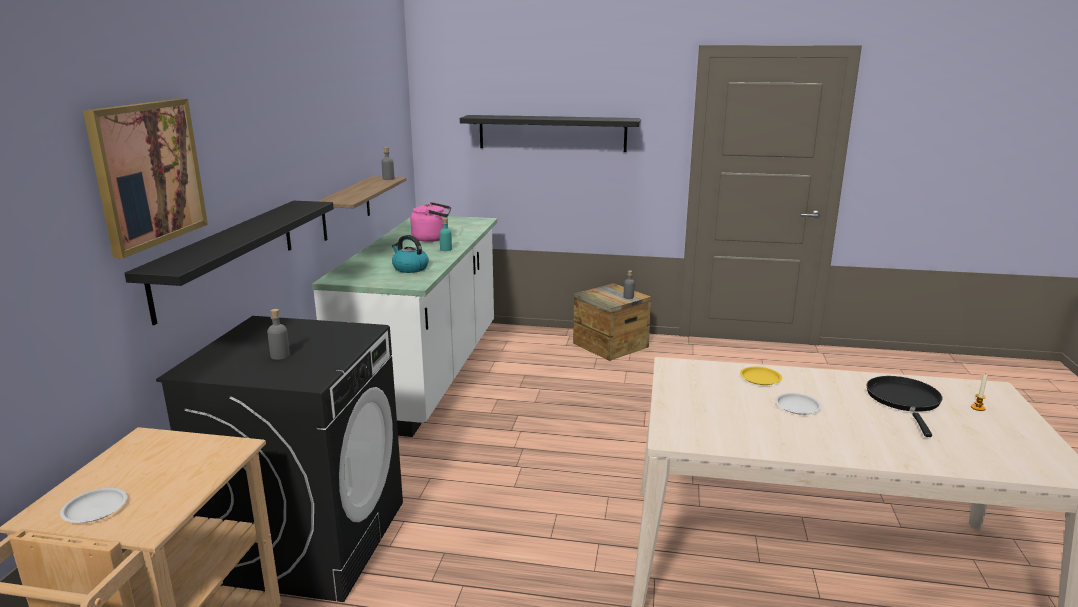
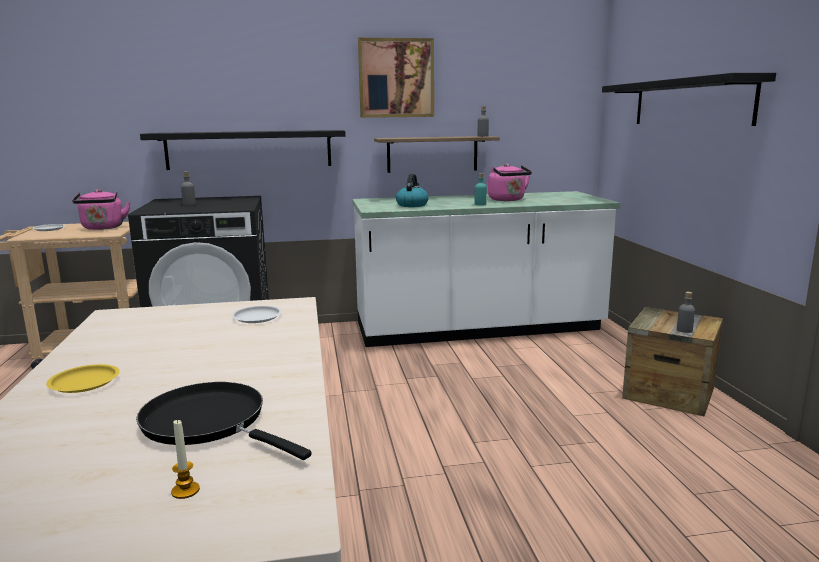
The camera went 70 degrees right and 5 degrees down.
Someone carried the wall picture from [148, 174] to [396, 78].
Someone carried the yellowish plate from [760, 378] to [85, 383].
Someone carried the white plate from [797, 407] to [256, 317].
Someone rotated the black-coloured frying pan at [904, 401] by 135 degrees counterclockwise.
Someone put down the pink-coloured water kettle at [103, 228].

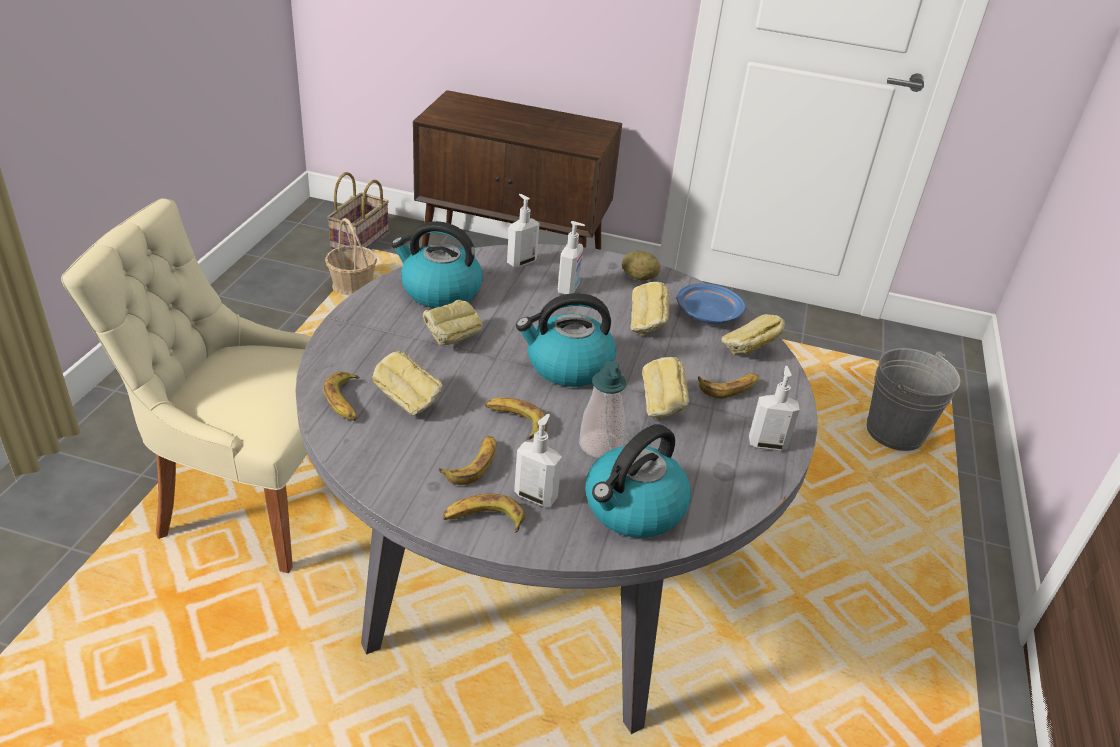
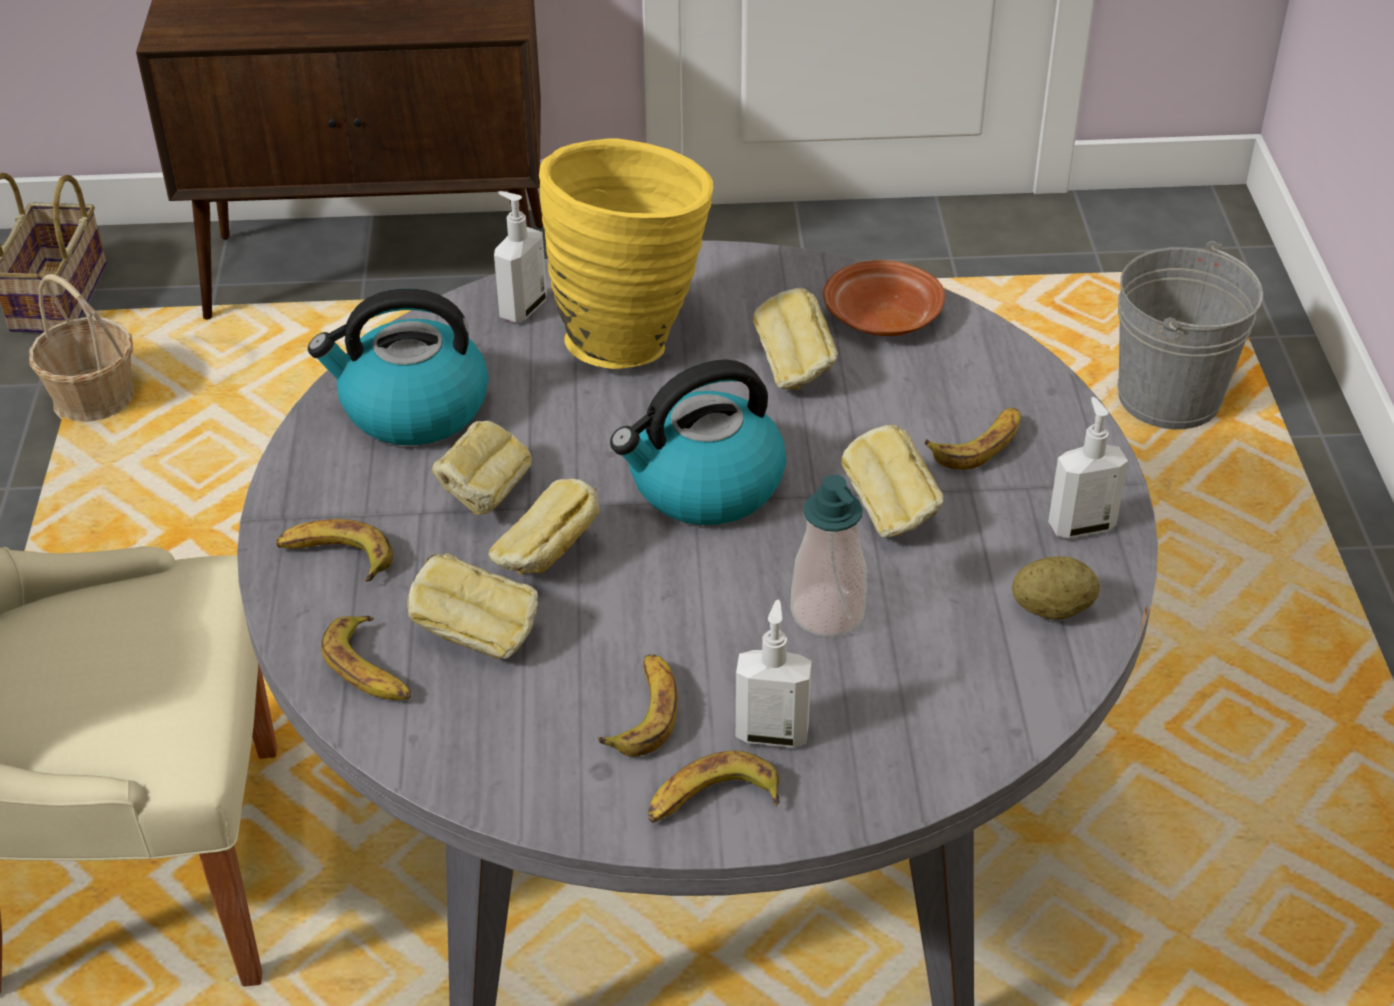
The camera went 15 degrees left and 5 degrees up.
Someone carried the banana from [515, 421] to [336, 557].
Someone swapped the soap bottle at [569, 288] for the yellowish flower vase at [631, 337].
Someone took away the water kettle at [633, 509].
Someone carried the whole potato from [639, 277] to [1052, 609].
Someone repainted the blue-coloured plate at [707, 313], which became the brownish plate at [881, 316].
Someone carried the bakery bread from [749, 352] to [548, 560].

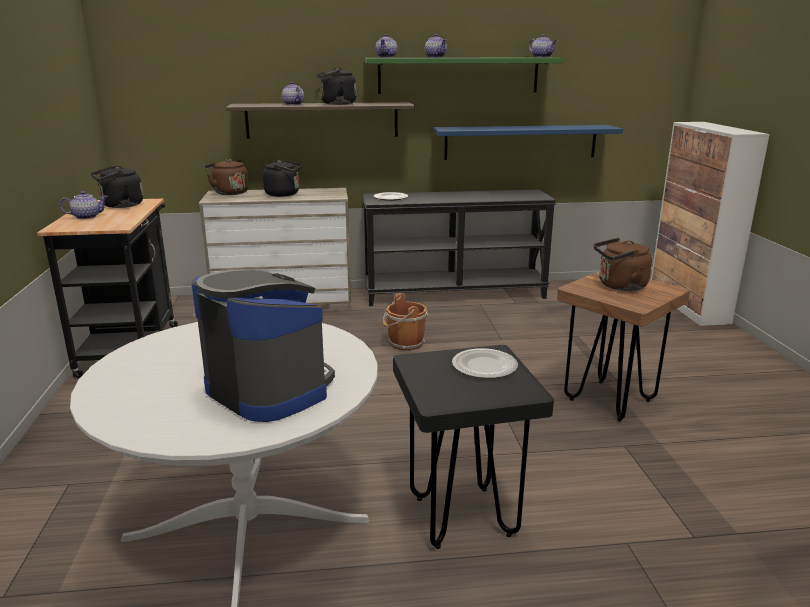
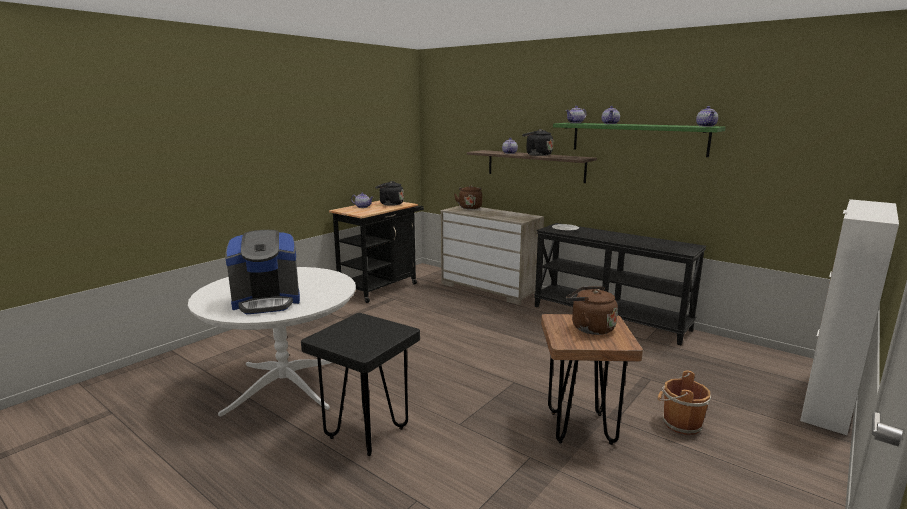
The camera went 45 degrees right and 5 degrees down.
Someone rotated the coffee machine at [269, 389] by 75 degrees clockwise.
Someone took away the black-coloured water kettle at [284, 194].
Someone carried the brownish water bucket from [404, 343] to [680, 423].
Someone took away the blue-coloured shelf at [520, 142].
Someone took away the plate at [483, 366].

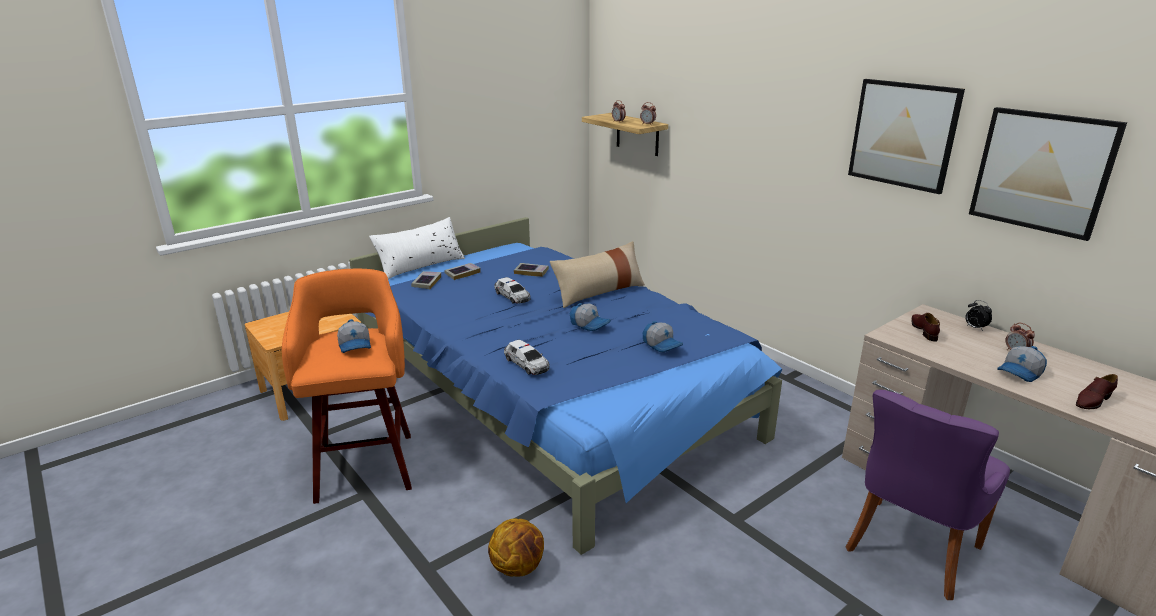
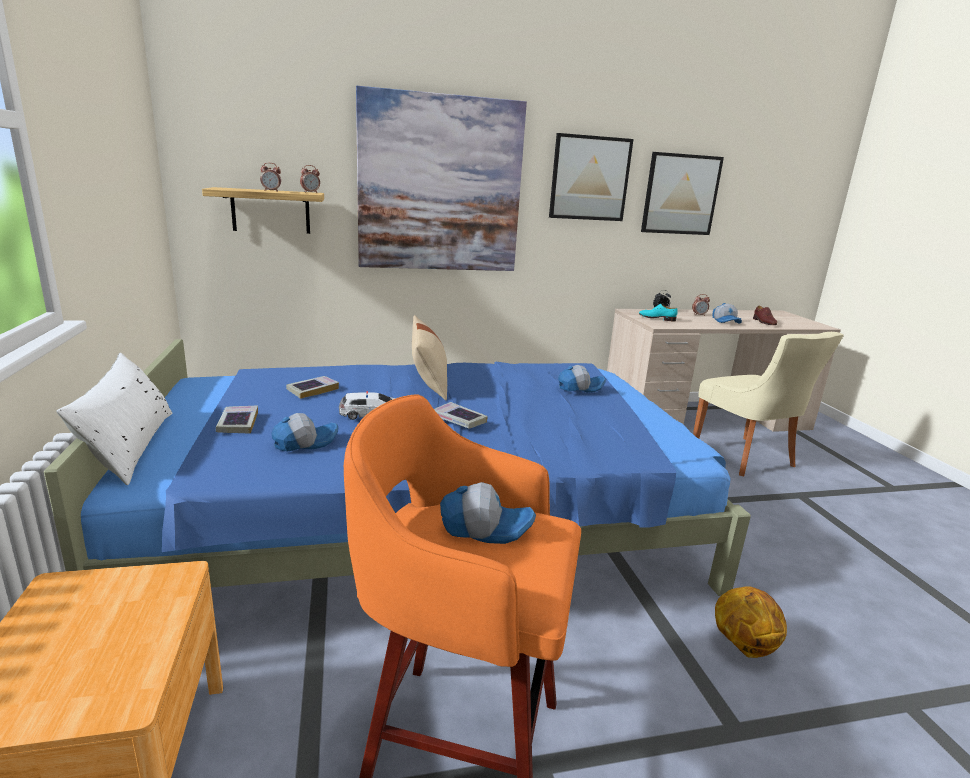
The camera went 65 degrees left and 5 degrees down.
Someone carried the volume from [426, 282] to [459, 420].
Someone took away the toy car at [527, 364].
Someone carried the cap from [589, 324] to [305, 442].
Someone repainted the purple-coloured upright chair at [909, 550], which became the beige-coloured upright chair at [745, 458].
Someone repainted the brownish item of footwear at [924, 330], which became the turquoise item of footwear at [657, 318].
Someone put up the wall picture at [440, 185].

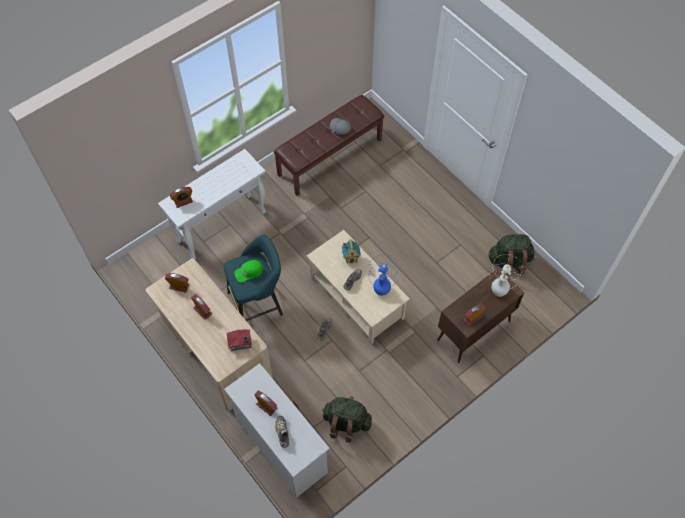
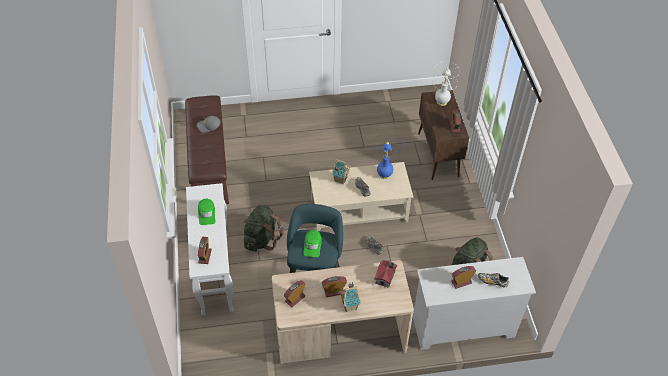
The camera went 60 degrees left and 10 degrees down.
Someone carried the green-coloured knapsack from [509, 261] to [261, 239].
Someone put down the green-coloured cap at [207, 213].
Someone put down the toy house at [350, 306].

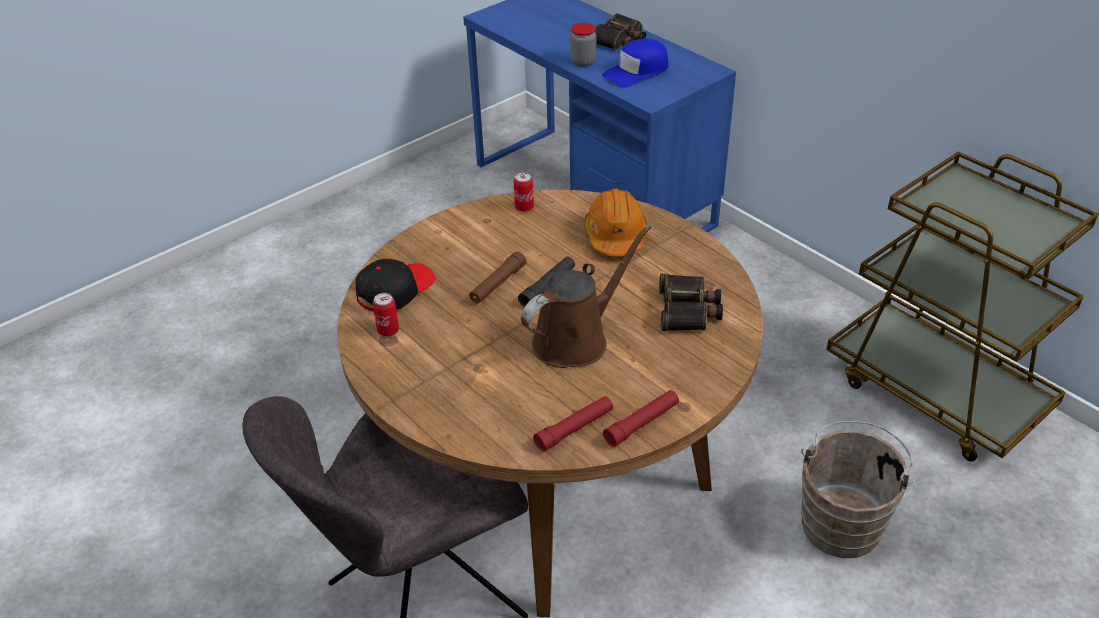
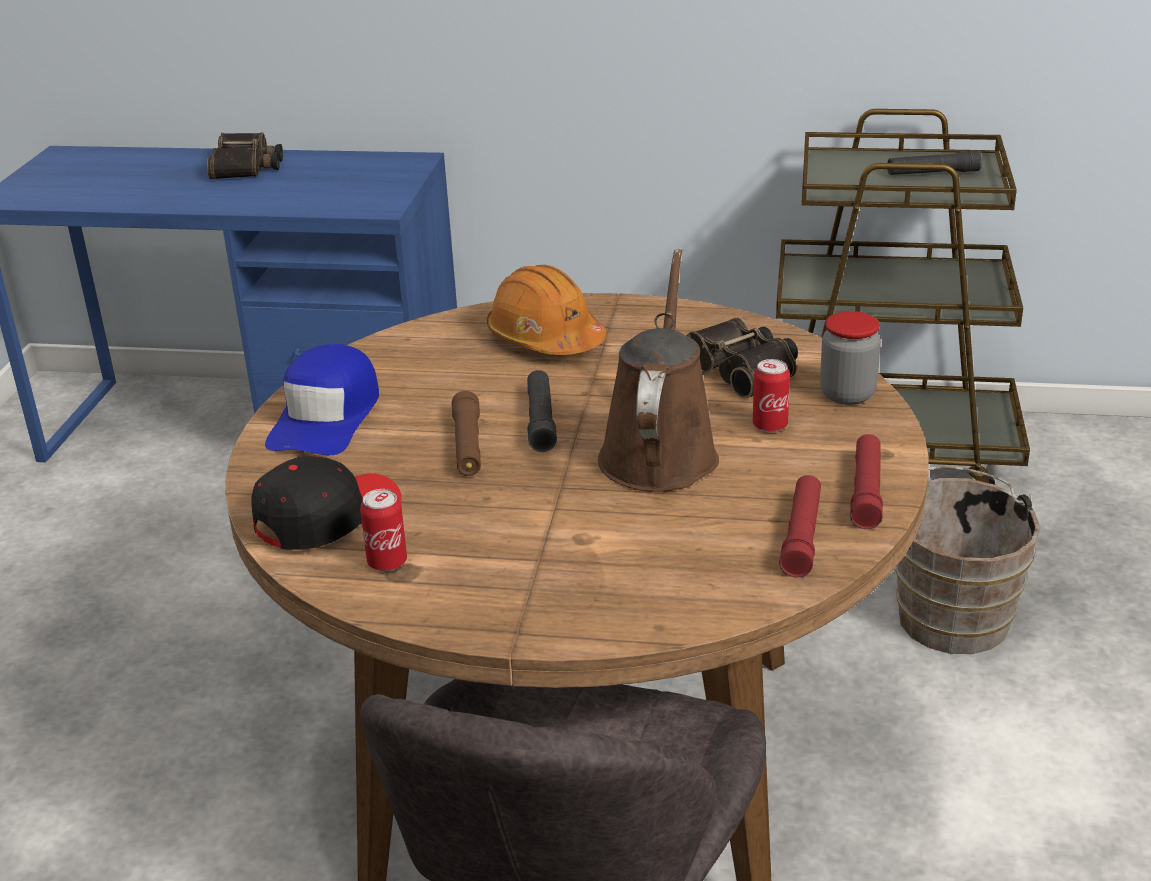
The camera went 40 degrees left and 10 degrees down.
Someone rotated the black-coloured cap at [395, 290] by 45 degrees clockwise.
Someone carried the metal can from [524, 207] to [770, 425].
Someone carried the jar from [583, 62] to [847, 394].
Someone carried the blue-coloured cap from [637, 71] to [327, 417].
Someone put down the black-coloured flashlight at [932, 173].

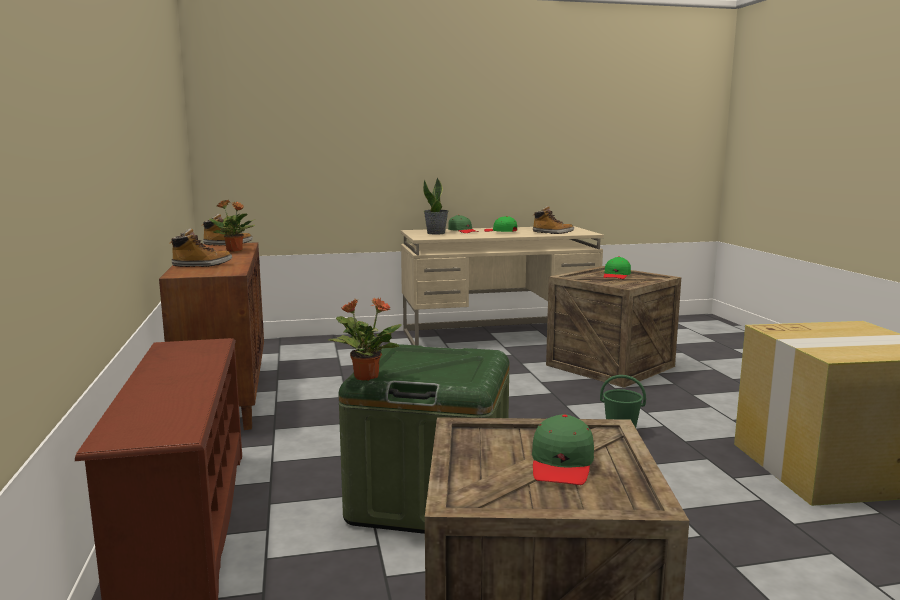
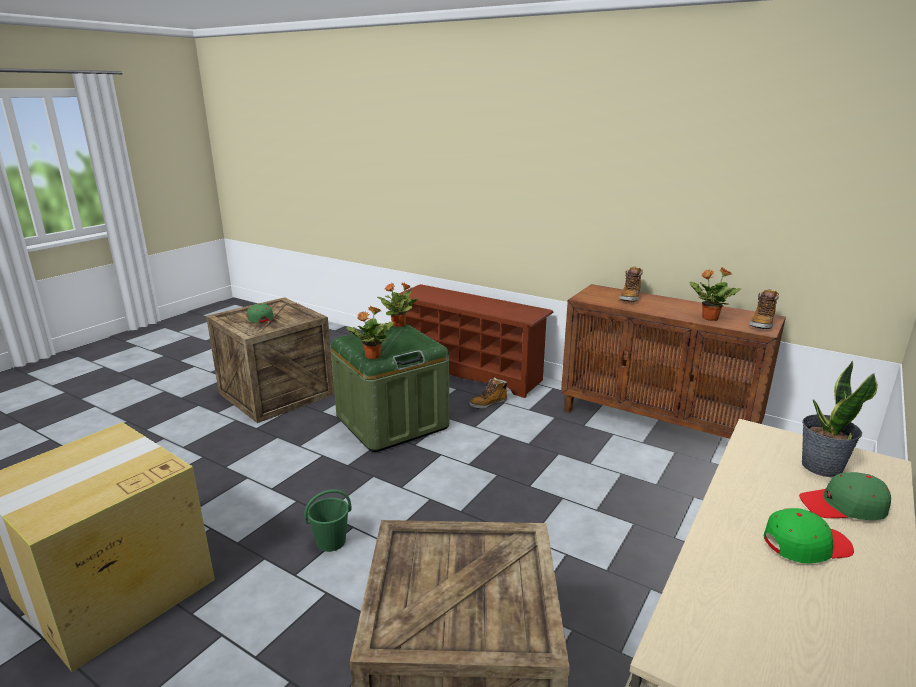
The camera went 135 degrees right and 10 degrees up.
Someone carried the tall boot from [552, 233] to [488, 404].
Someone took away the green-coloured cap at [616, 275].
Someone put down the houseplant at [372, 356].

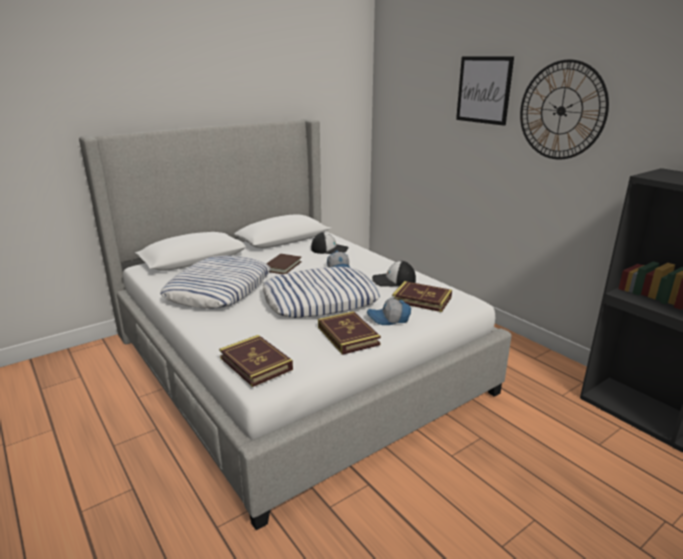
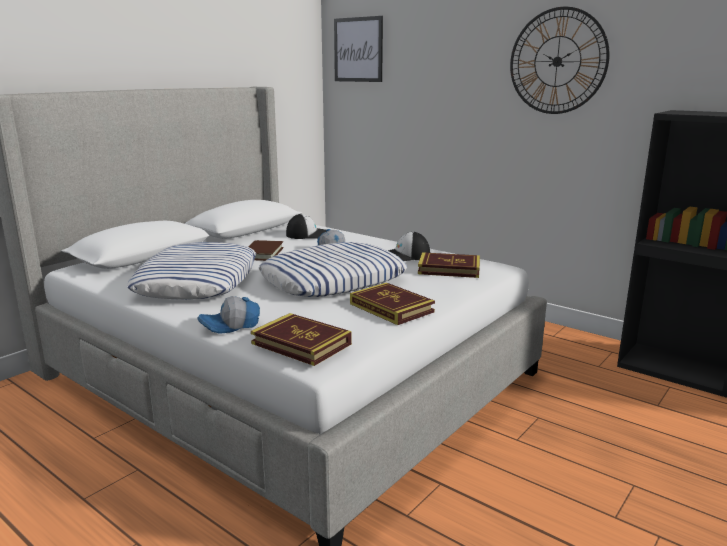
The camera went 15 degrees left and 5 degrees down.
Someone carried the cap from [389, 319] to [230, 326].
Someone carried the wall picture from [483, 90] to [358, 50].

